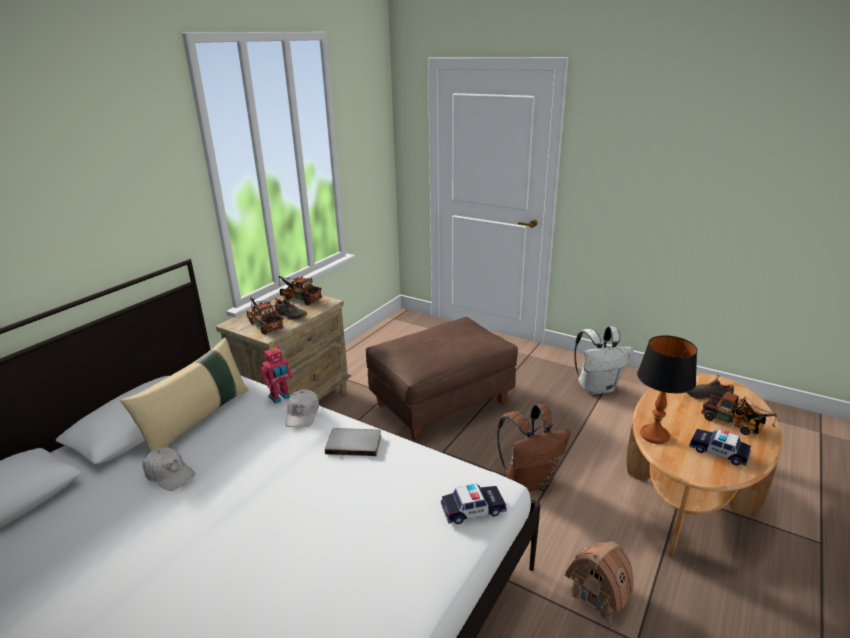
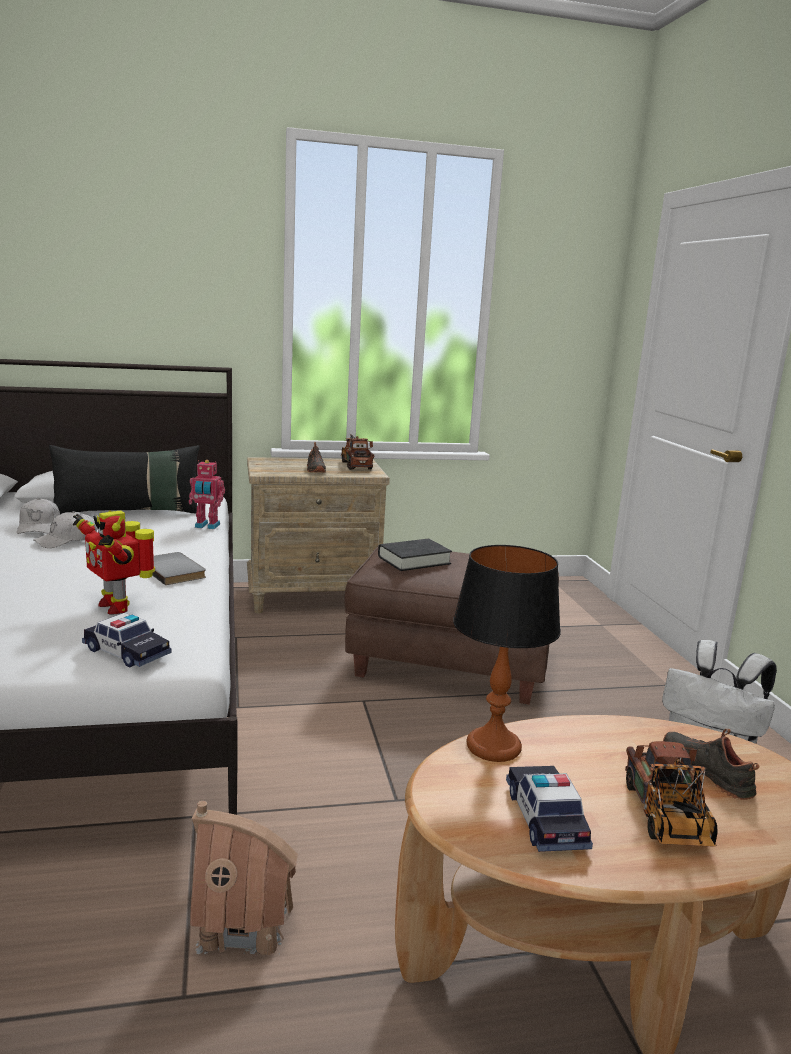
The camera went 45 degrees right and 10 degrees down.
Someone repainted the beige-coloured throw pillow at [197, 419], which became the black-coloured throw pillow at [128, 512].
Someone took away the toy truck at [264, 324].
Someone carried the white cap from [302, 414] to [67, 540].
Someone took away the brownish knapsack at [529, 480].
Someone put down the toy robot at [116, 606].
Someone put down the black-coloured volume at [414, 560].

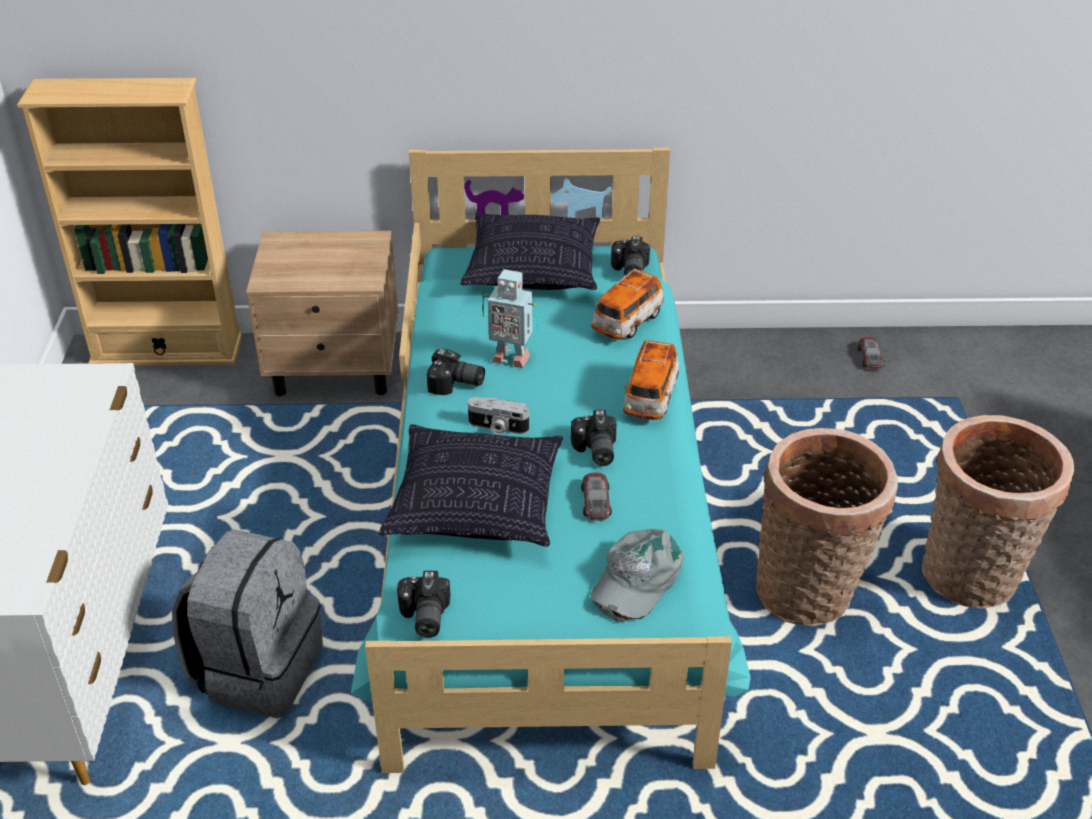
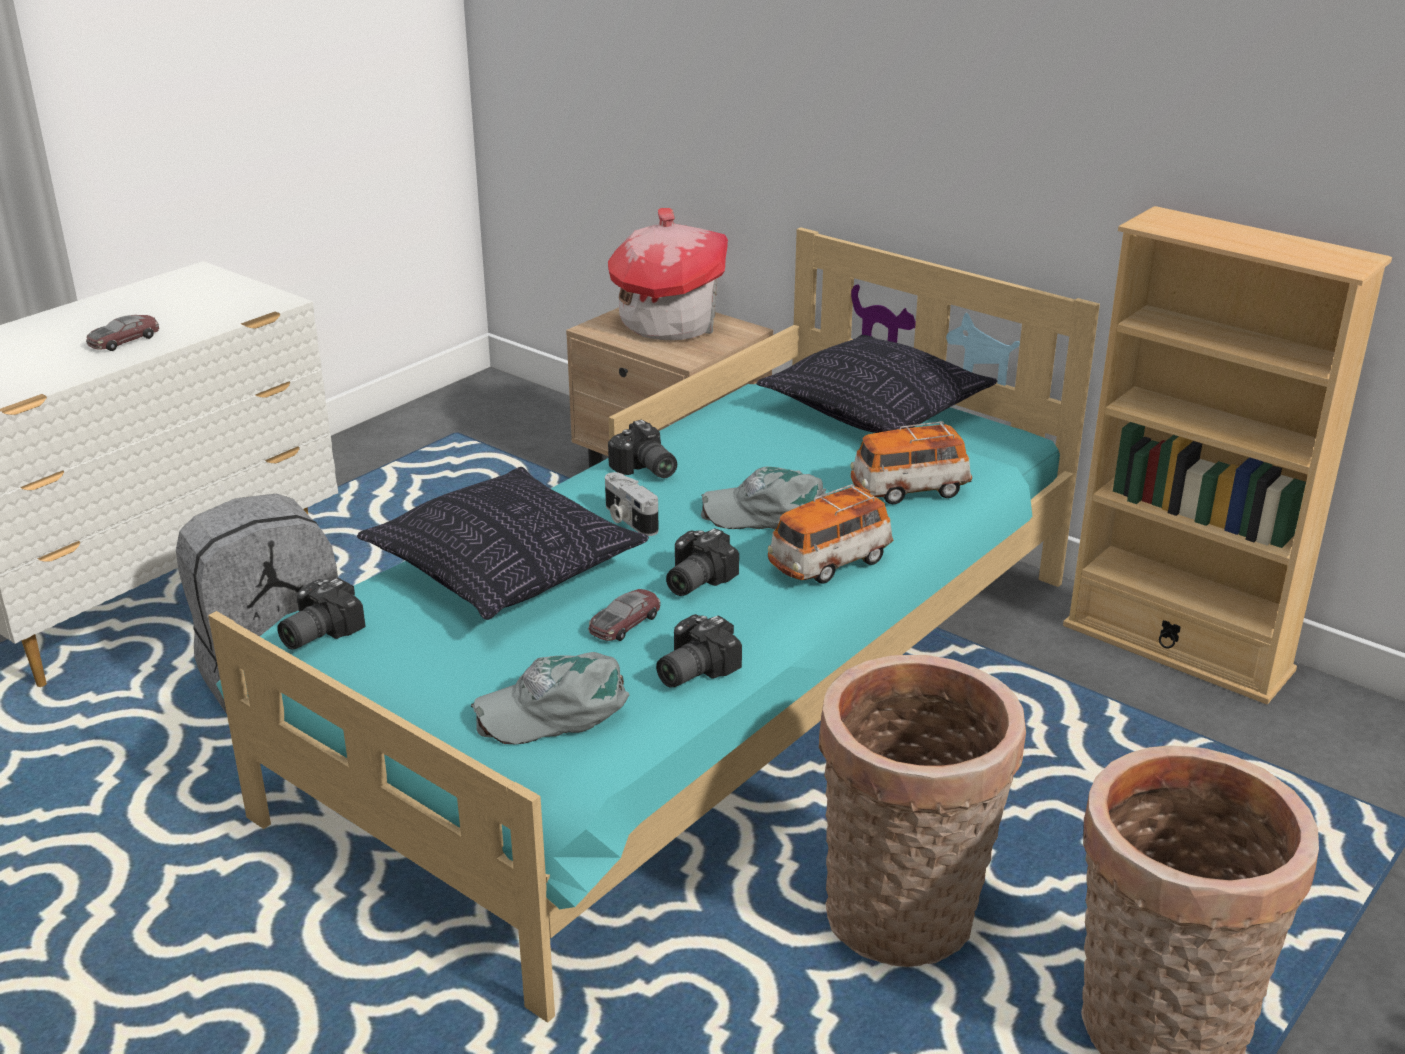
The camera went 40 degrees right and 10 degrees down.
Someone carried the beige-coloured bookcase from [167, 350] to [1177, 647].
Someone took away the toy robot at [510, 357].
Someone carried the photo camera from [628, 270] to [690, 670].
Someone carried the toy car from [870, 357] to [124, 340].
Someone put down the toy house at [670, 324].
Someone put down the grey cap at [767, 511].

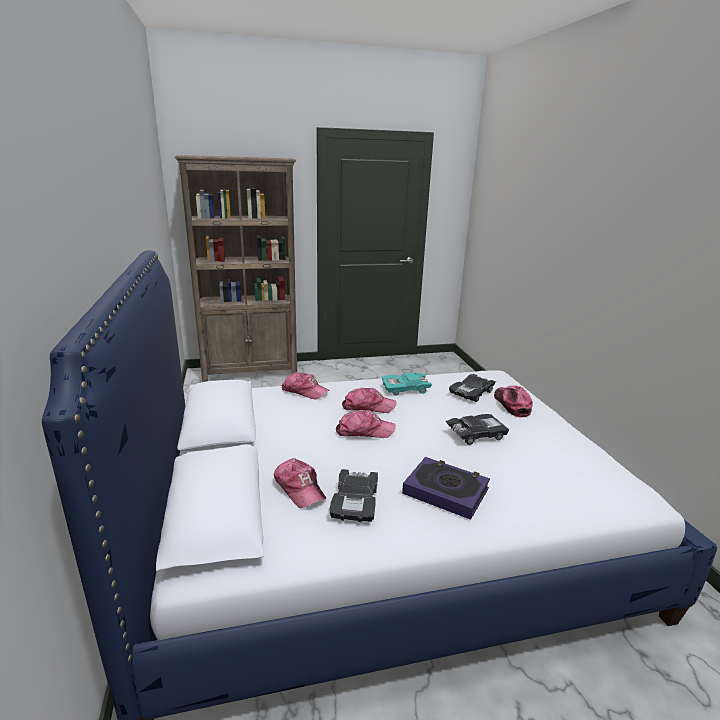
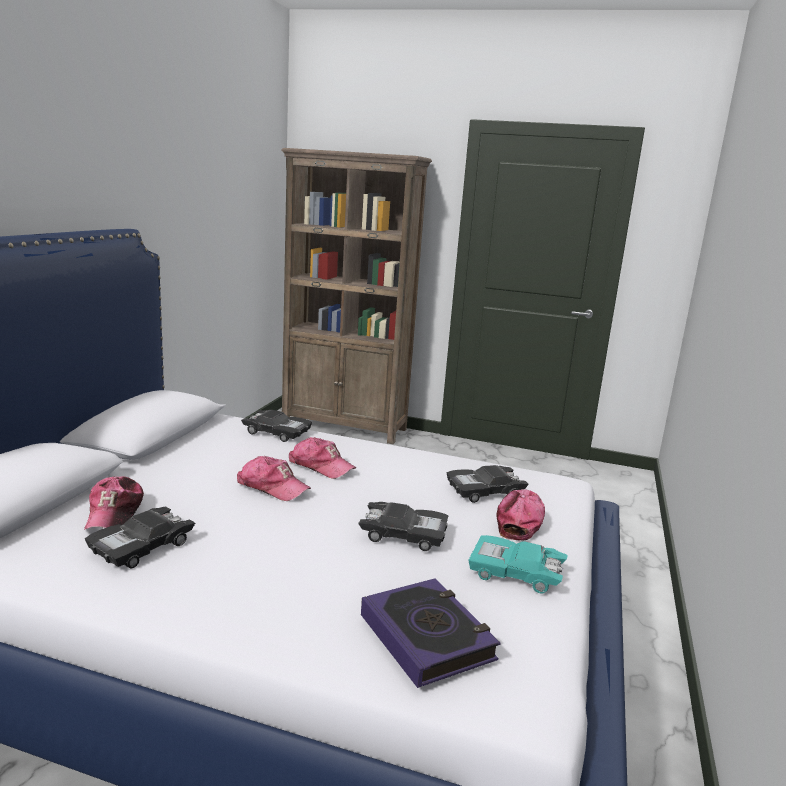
The camera went 30 degrees right and 5 degrees down.
Someone swapped the cap at [304, 391] for the black-coloured toy car at [277, 432].
Someone carried the turquoise toy car from [405, 389] to [515, 573].
Someone carried the volume from [445, 491] to [427, 637].

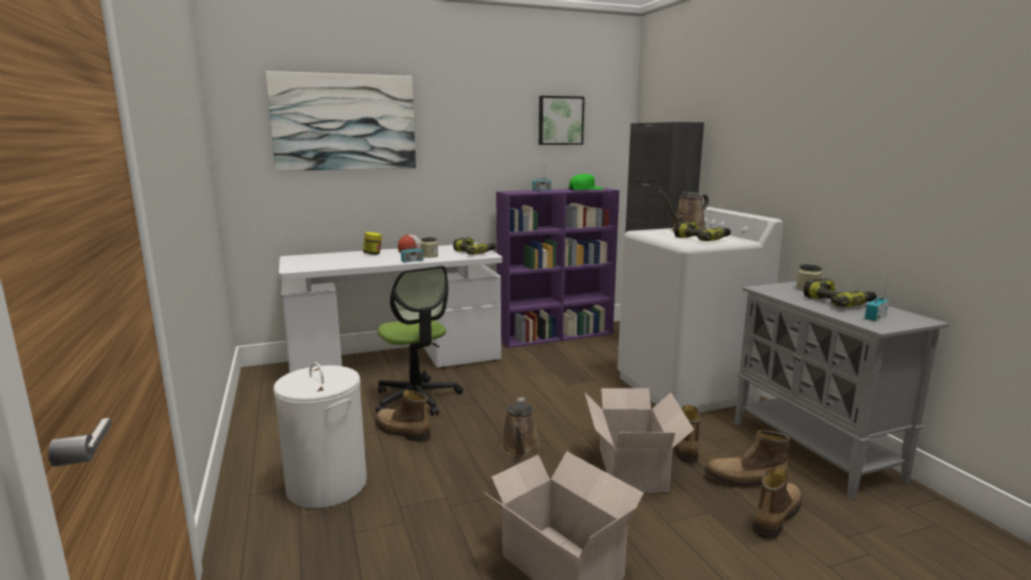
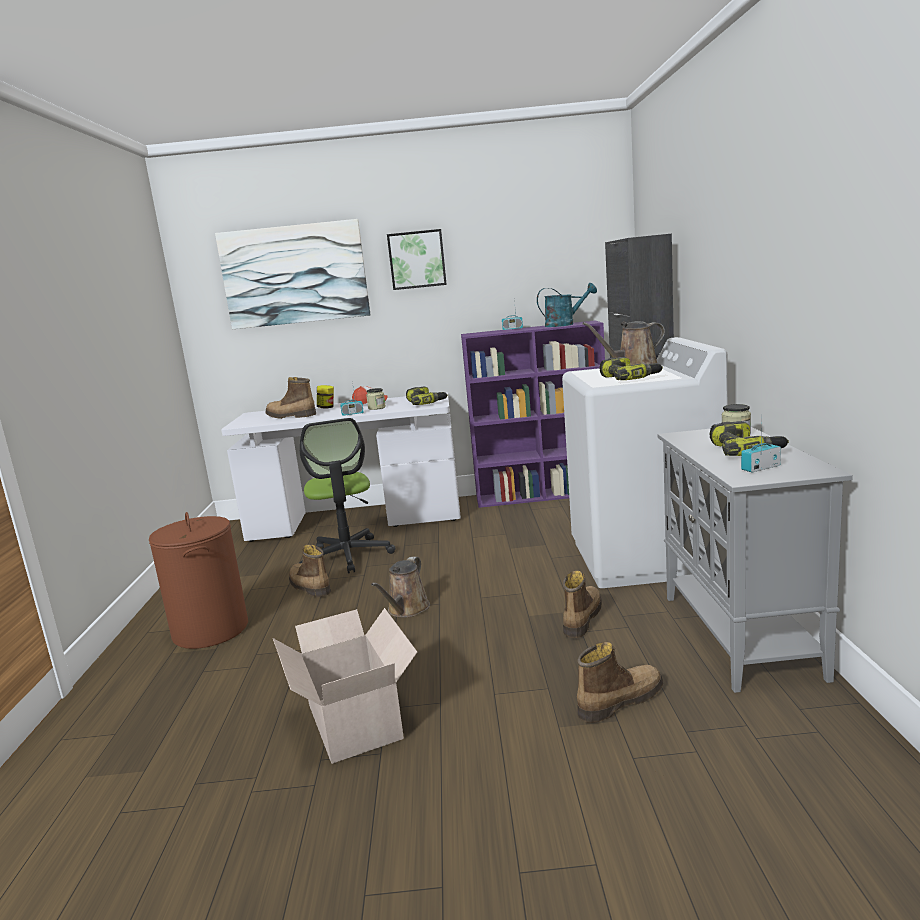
The camera went 20 degrees right and 0 degrees up.
Someone repainted the white washing basket at [326, 485], which became the brownish washing basket at [210, 630].
Someone carried the wall picture from [560, 120] to [417, 259].
Someone swapped the green-coloured cap at [585, 189] for the turquoise sprinkling can at [565, 324].
Someone took away the packing box at [632, 468].
Someone carried the tall boot from [745, 481] to [290, 416].

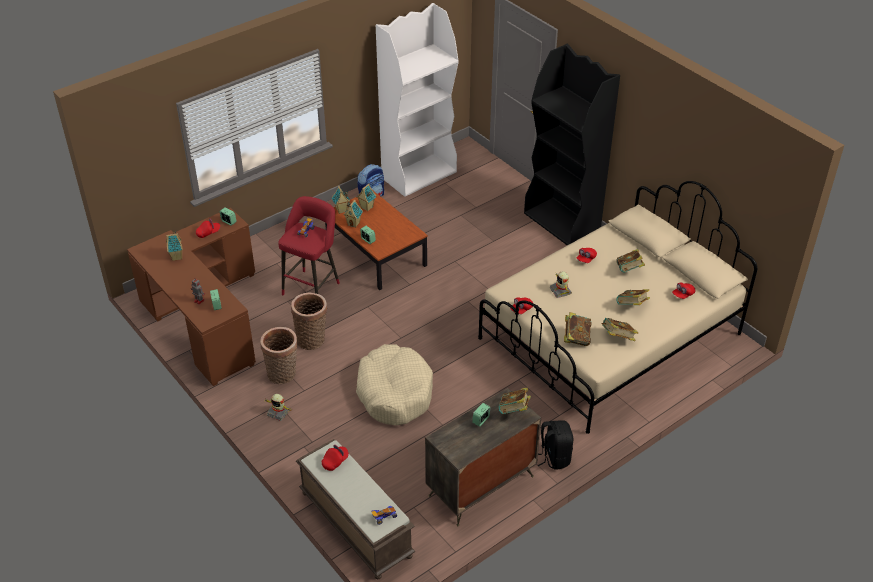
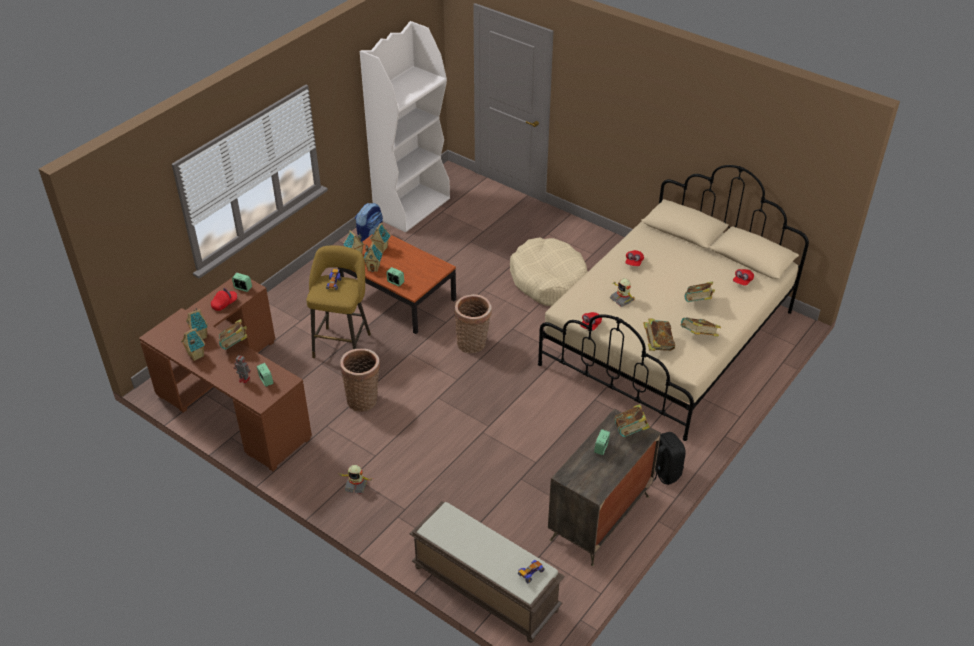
The camera went 15 degrees left and 0 degrees up.
Someone carried the storage basket from [283, 374] to [473, 344].
Someone repainted the reddish stool at [312, 286], which became the yellowish stool at [343, 343].
Someone took away the reddish cap at [335, 461].
Someone carried the beige-coloured pet bed from [394, 392] to [548, 280].
Someone took away the black-coloured bookcase at [562, 223].
Someone carried the volume from [629, 270] to [235, 345].
Someone put down the toy house at [195, 355].

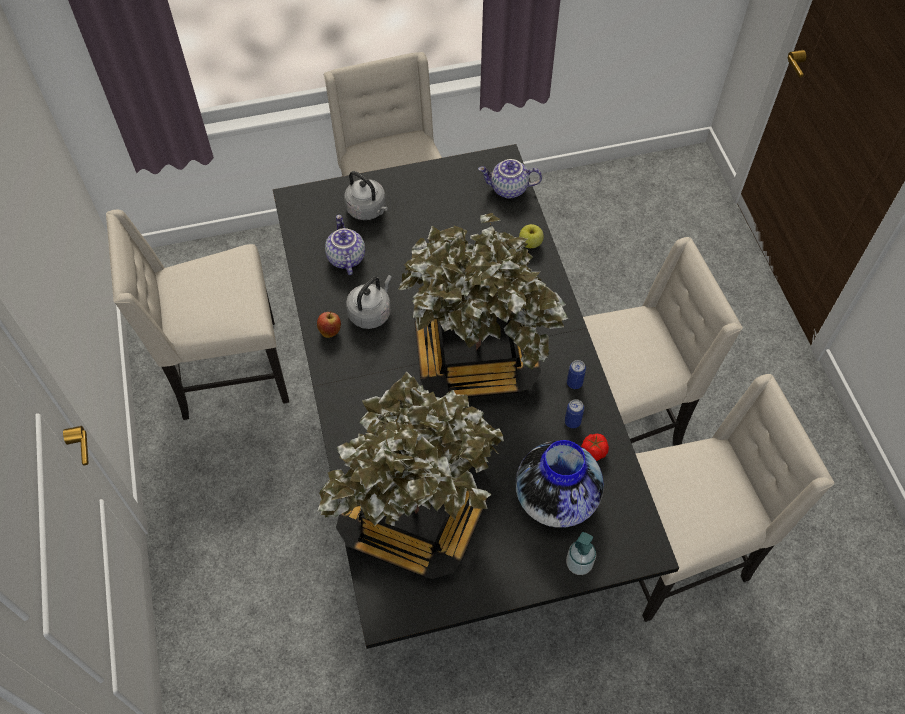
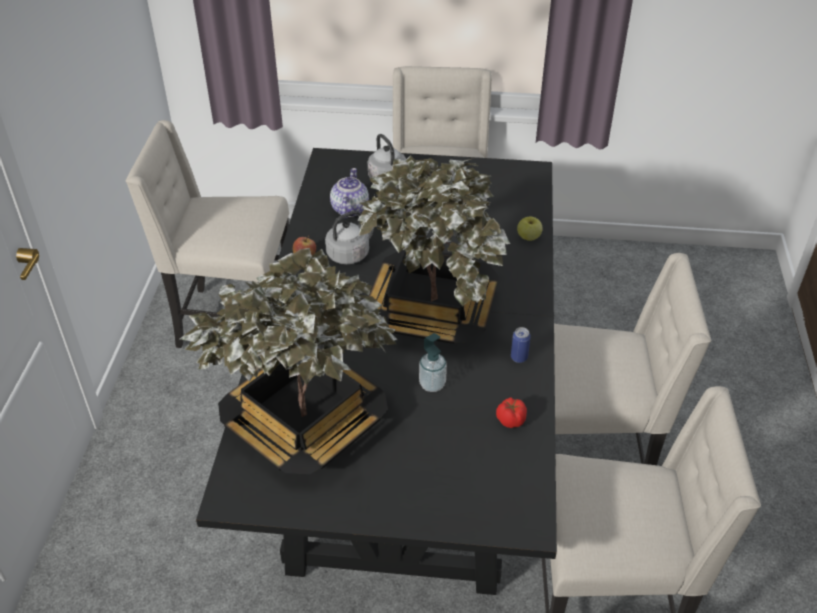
The camera went 20 degrees right and 15 degrees down.
Someone took away the tea pot at [508, 189].
Someone took away the flower vase at [556, 497].
Someone took away the metal can at [572, 422].
Someone carried the soap bottle from [579, 564] to [432, 384].

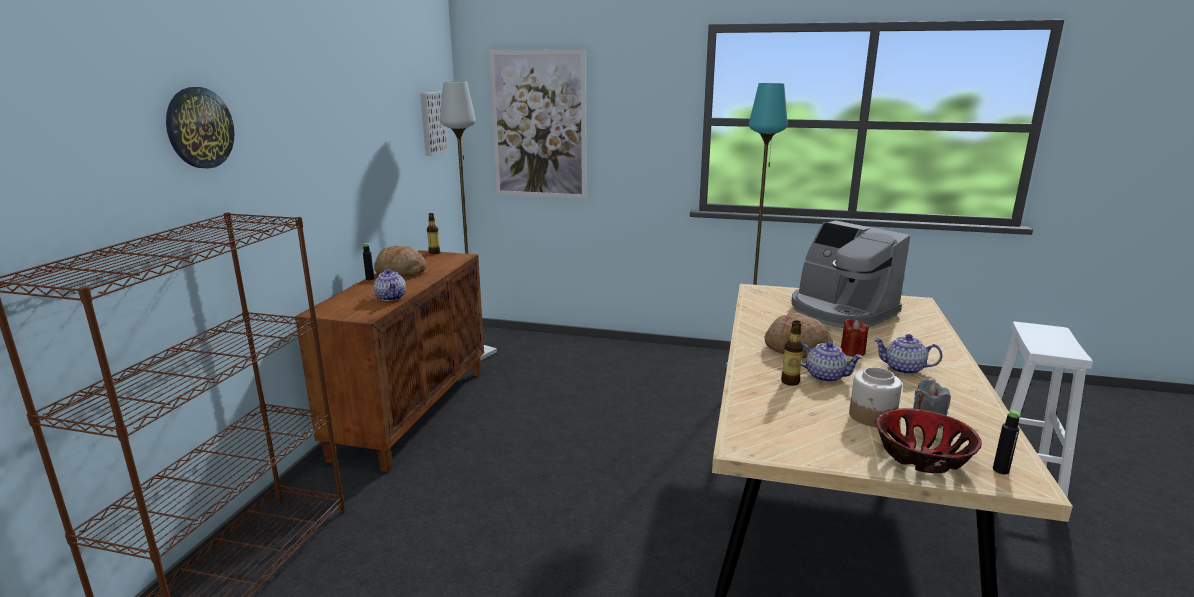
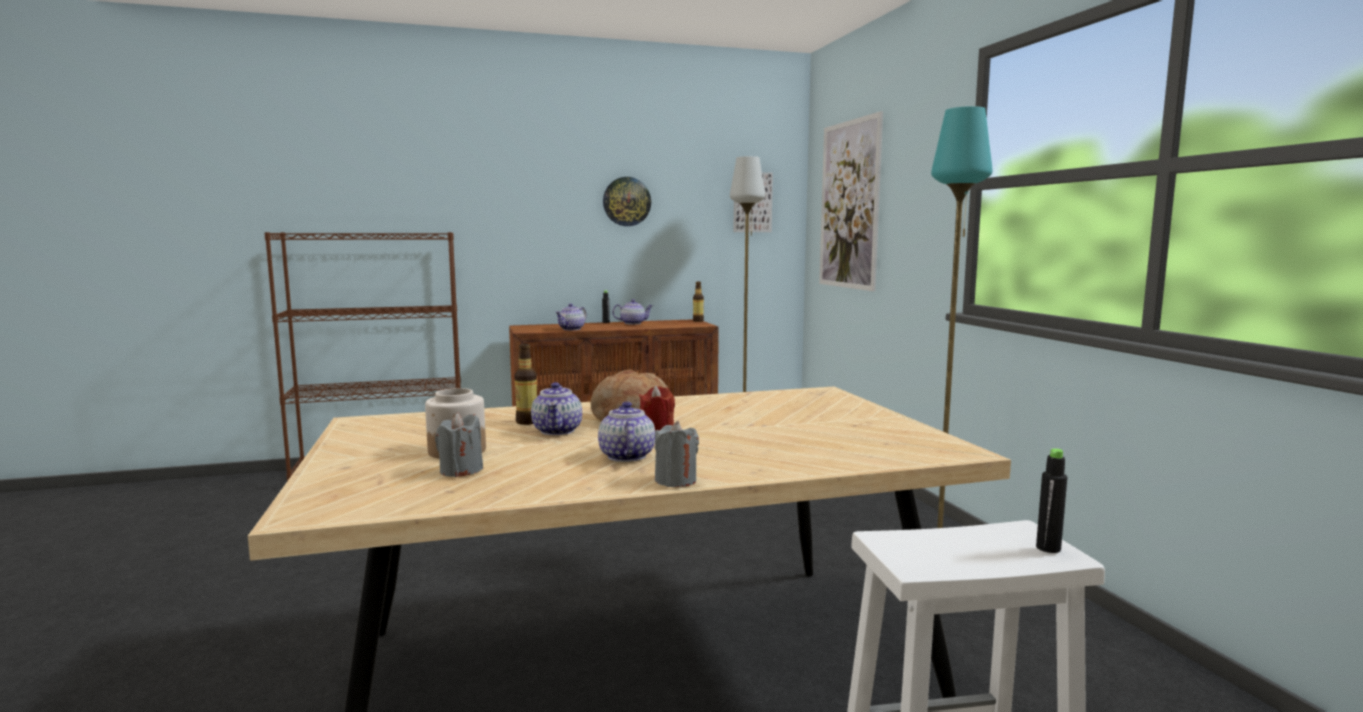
The camera went 60 degrees right and 10 degrees down.
Someone carried the hanging clock from [199, 128] to [626, 201].
Someone swapped the bakery bread at [400, 272] for the tea pot at [633, 323].
Someone took away the coffee machine at [840, 311].
Someone took away the bowl at [921, 457].
Someone carried the black-coloured bottle from [1000, 470] to [1048, 548].
Someone put down the grey wax light at [675, 481].

